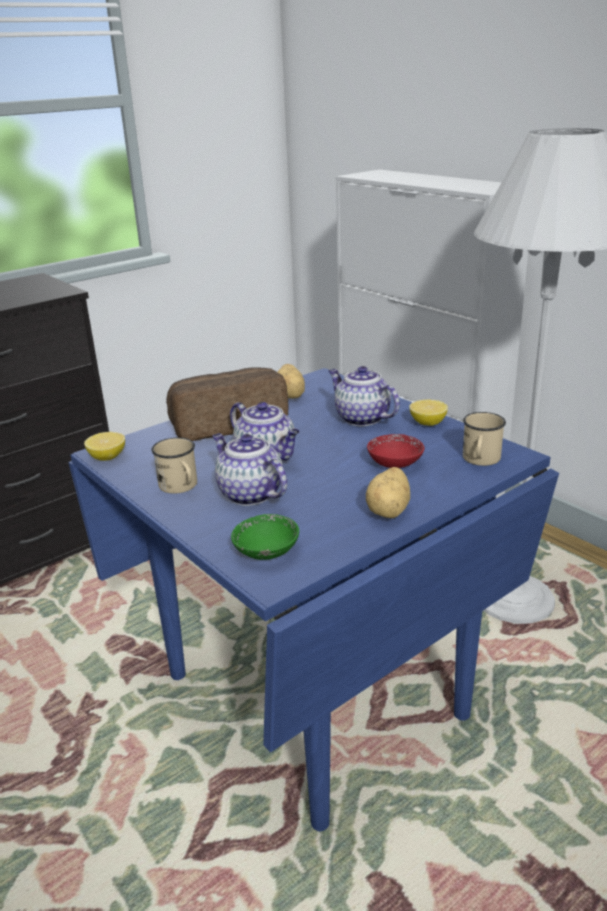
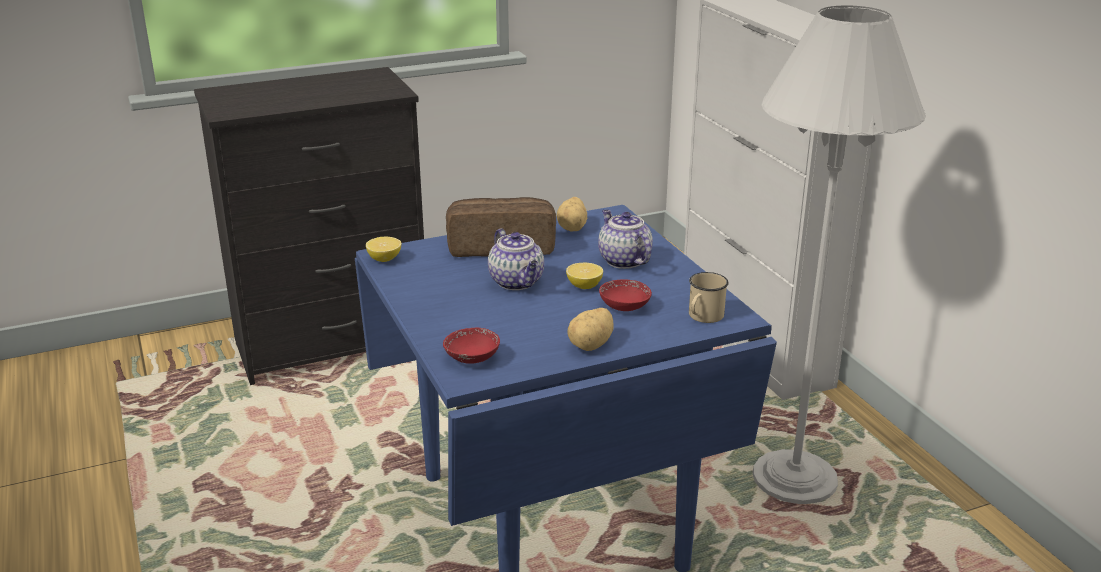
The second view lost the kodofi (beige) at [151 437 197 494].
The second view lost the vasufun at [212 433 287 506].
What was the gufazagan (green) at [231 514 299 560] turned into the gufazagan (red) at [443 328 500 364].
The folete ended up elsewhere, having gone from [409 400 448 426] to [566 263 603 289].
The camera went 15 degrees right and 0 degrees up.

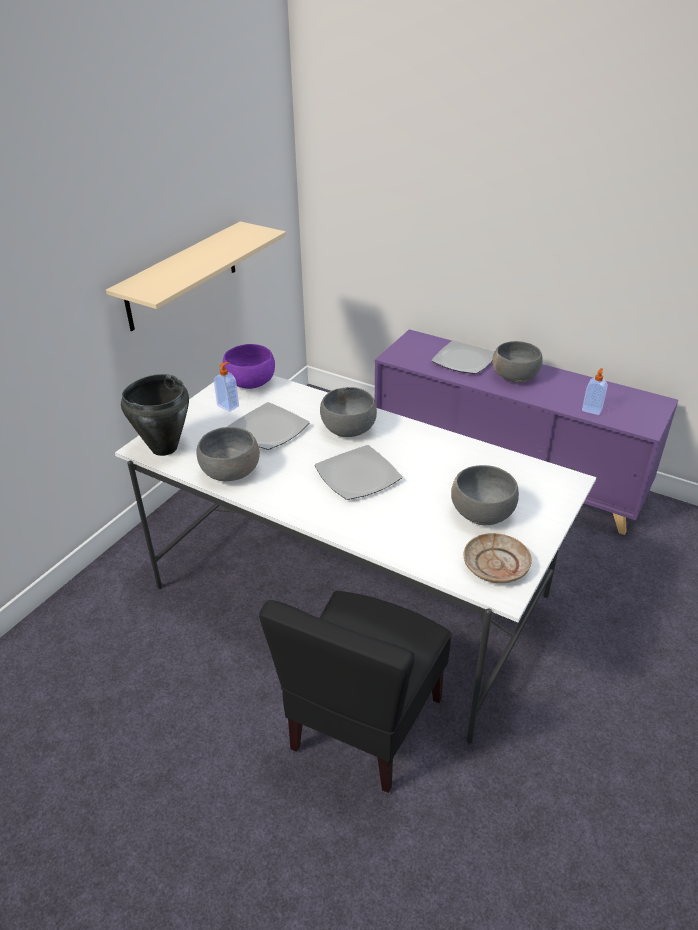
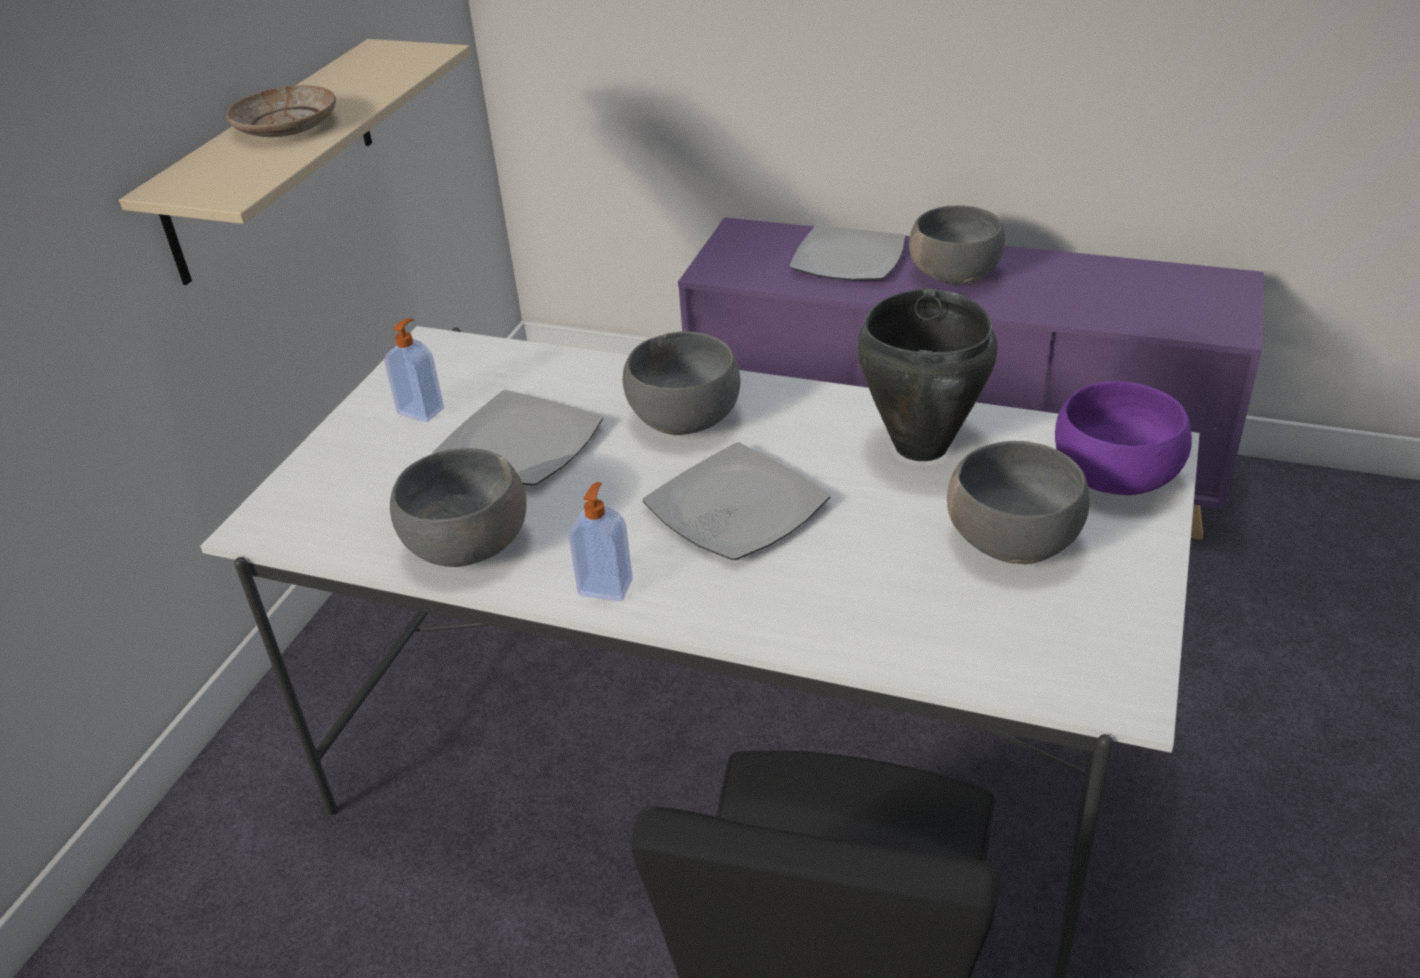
The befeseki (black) ended up elsewhere, having gone from [121 374 189 456] to [857 289 998 461].
The gufazagan (purple) ended up elsewhere, having gone from [223 344 275 389] to [1055 381 1192 495].
The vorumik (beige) ended up elsewhere, having gone from [464 533 532 583] to [227 85 336 137].
The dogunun ended up elsewhere, having gone from [582 368 608 415] to [569 482 633 601].
The camera went 10 degrees left and 0 degrees up.

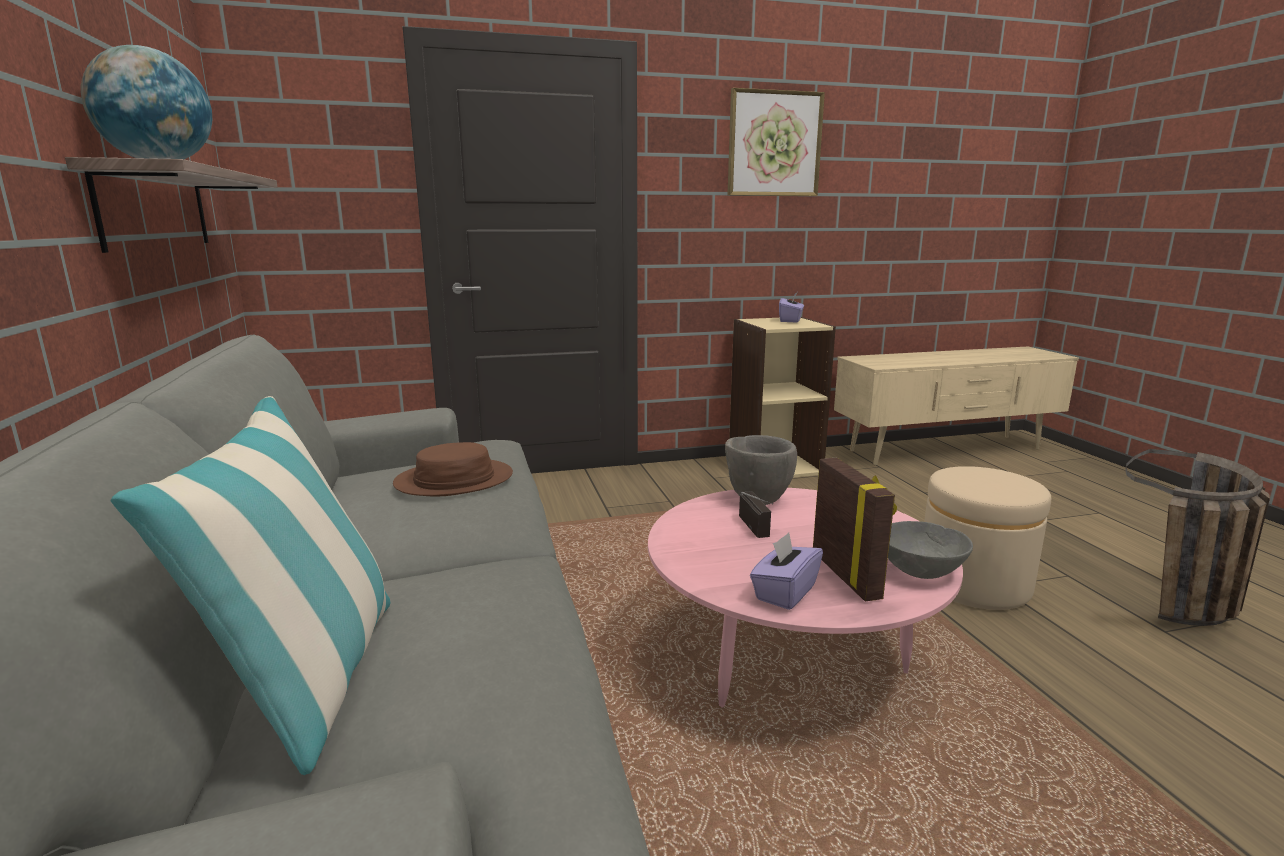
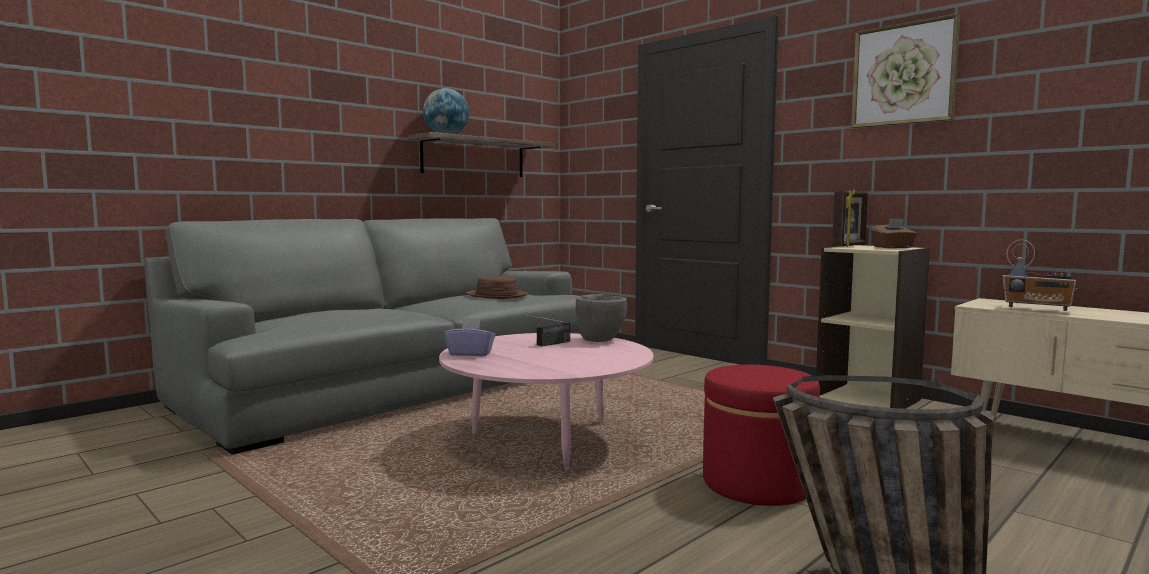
The second view lost the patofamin at [111 396 390 775].
What was the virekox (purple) at [779 293 804 322] turned into the virekox (brown) at [871 218 917 248].
The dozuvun ended up elsewhere, having gone from [813 458 897 601] to [832 189 868 247].
The second view lost the gufazagan (grey) at [888 521 973 579].
What was the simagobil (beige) at [924 466 1051 610] turned into the simagobil (red) at [703 365 820 506].
The second view gained the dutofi at [1002 239 1077 311].
The camera went 60 degrees right and 10 degrees down.

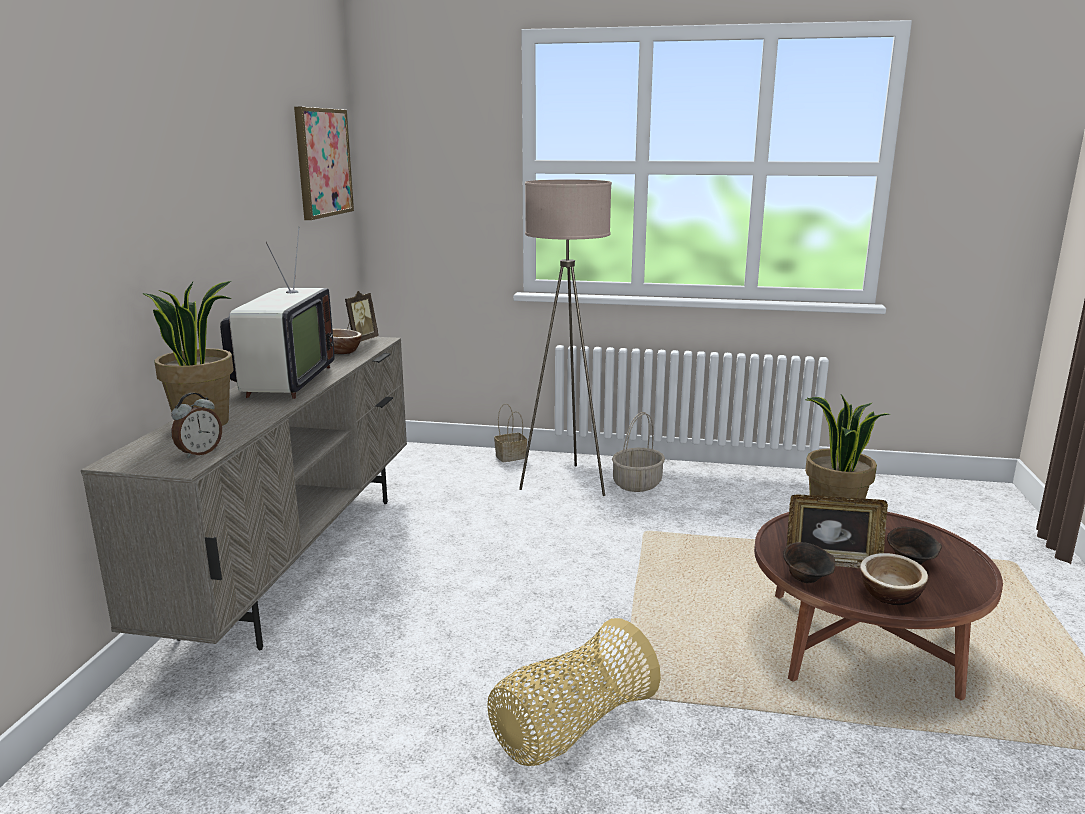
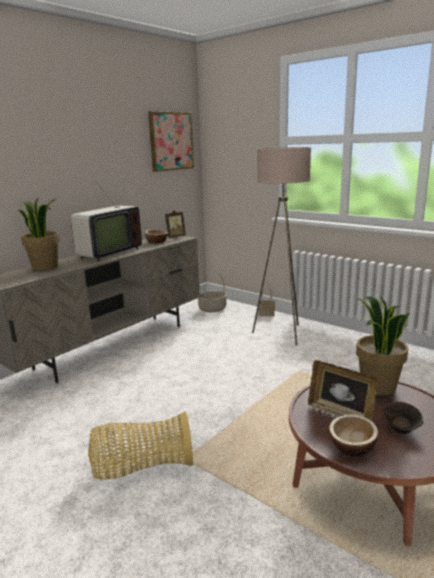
The second view lost the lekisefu at [171 393 222 458].
The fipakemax ended up elsewhere, having gone from [612 412 665 492] to [198 271 227 313].
The second view lost the gufazagan (brown) at [783 542 835 583].
The camera went 30 degrees right and 0 degrees up.

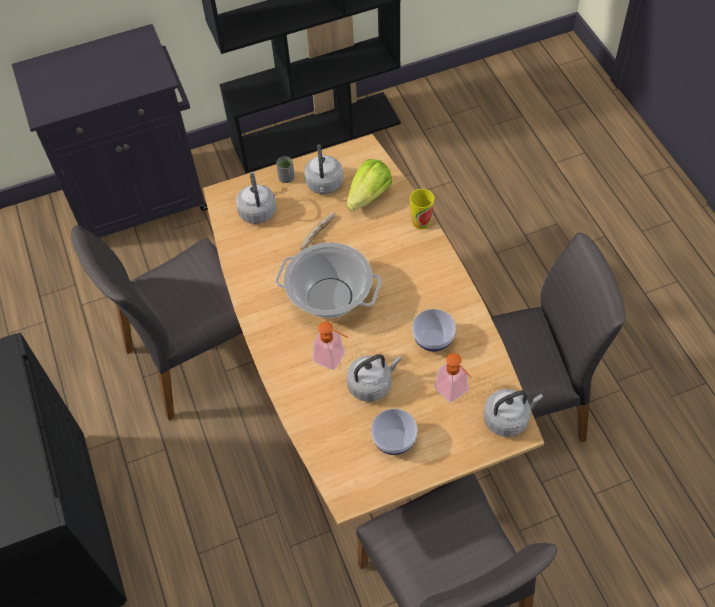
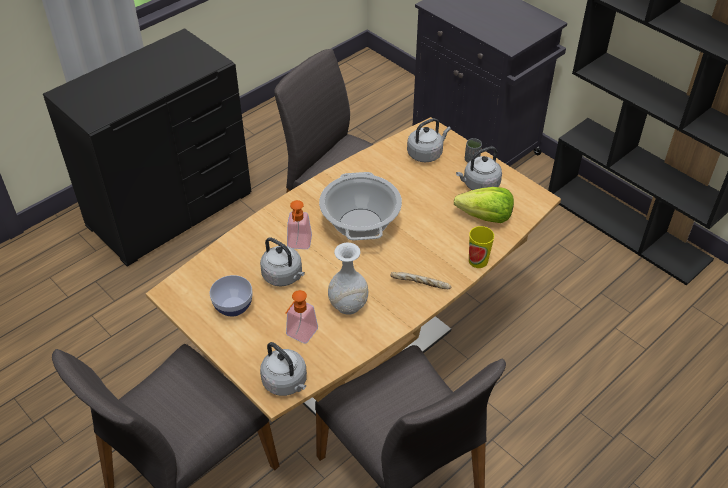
The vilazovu ended up elsewhere, having gone from [300 213 335 251] to [391 272 451 290].
Where the gufazagan stood at [412 309 456 352], the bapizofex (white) came to stand at [328 243 368 315].
The camera went 65 degrees right and 10 degrees down.

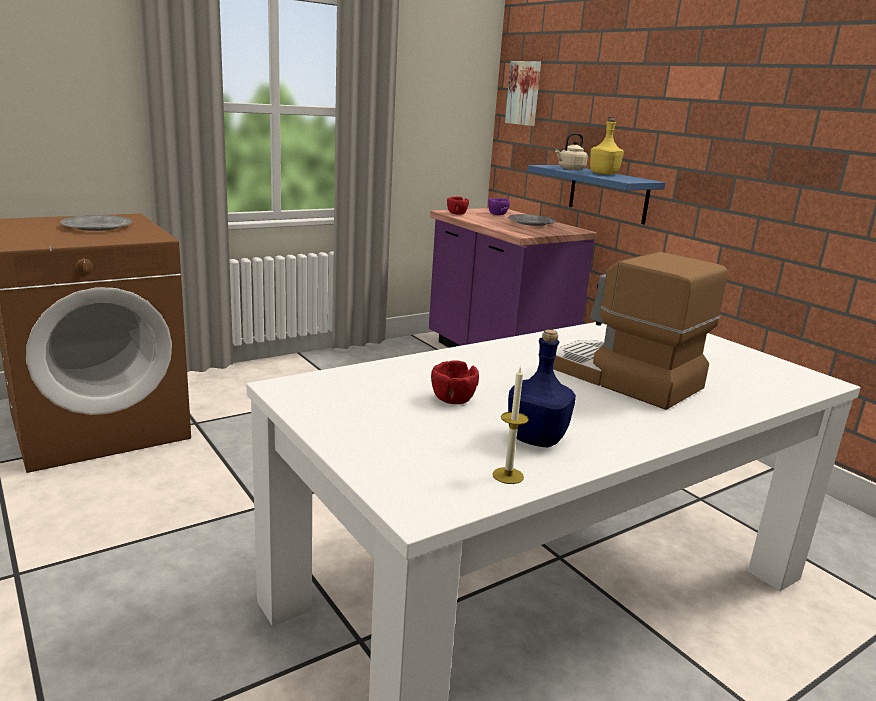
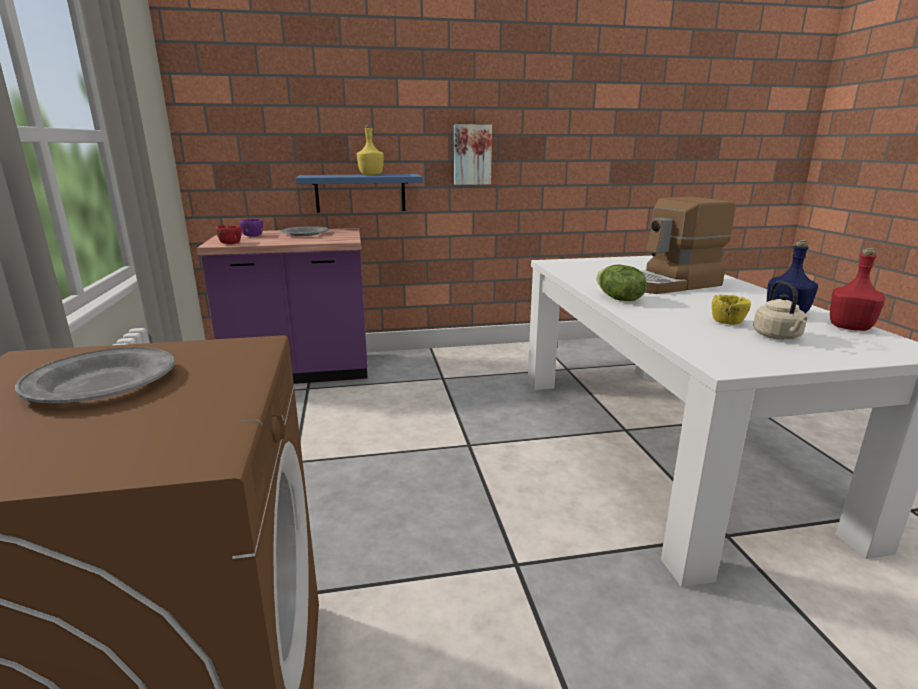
What was the gufazagan (red) at [431 360 479 404] turned into the gufazagan (yellow) at [712 295 751 325].
Where the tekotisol stood at [492 366 529 484], the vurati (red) came to stand at [830 248 885 331].
The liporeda ended up elsewhere, having gone from [505 61 541 126] to [454 125 492 185].
The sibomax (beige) ended up elsewhere, having gone from [555 133 588 170] to [753 281 807 340].
The second view gained the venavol at [597 264 647 301].
The camera went 65 degrees left and 0 degrees up.

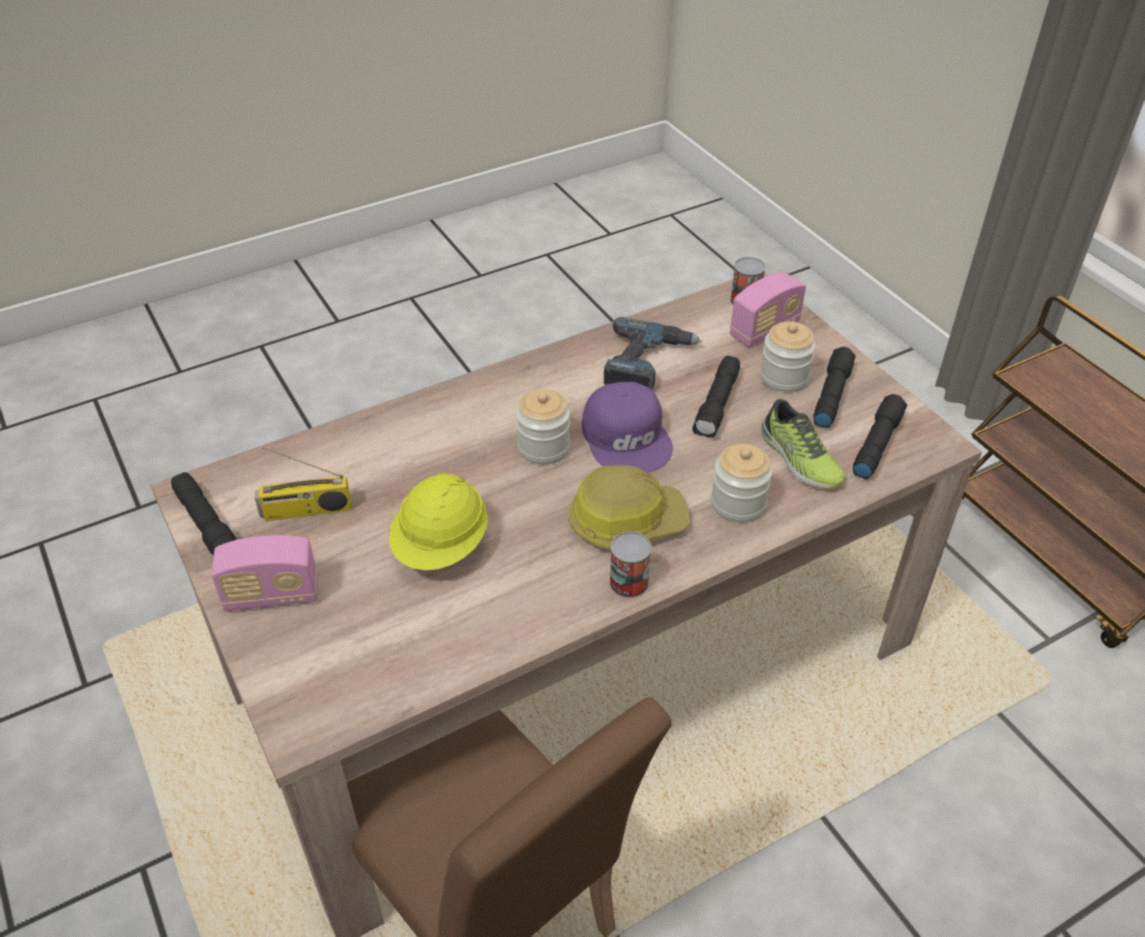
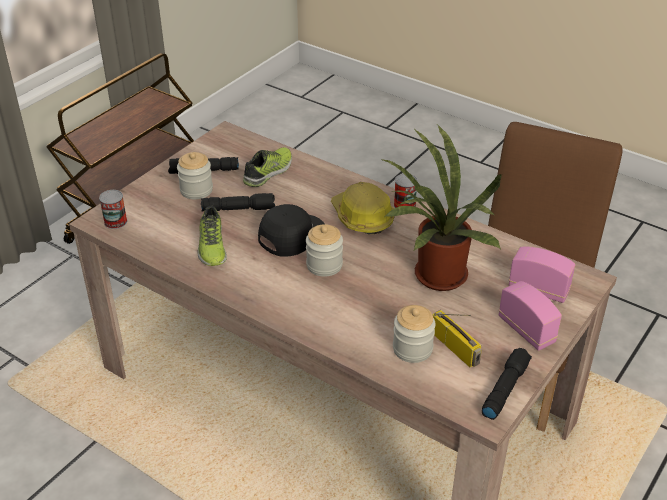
Where the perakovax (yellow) stood at [389 474 488 570], the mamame came to stand at [380 125 502 291].
What was the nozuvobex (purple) at [582 382 673 473] turned into the nozuvobex (black) at [258 204 325 257].
Where the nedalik stood at [604 317 702 390], the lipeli came to stand at [198 206 227 266].
The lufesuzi ended up elsewhere, having gone from [711 443 772 523] to [393 305 436 363].
The dutofi ended up elsewhere, having gone from [730 272 806 347] to [509 247 575 303].
The second view lost the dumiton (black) at [853 394 907 479].
The camera went 115 degrees left and 5 degrees down.

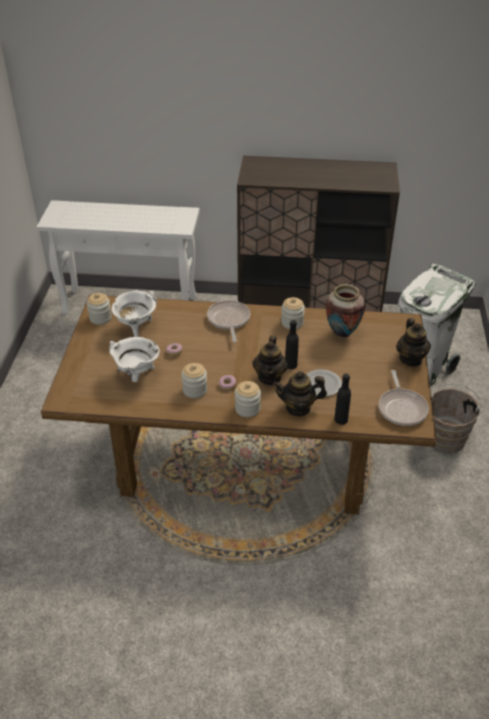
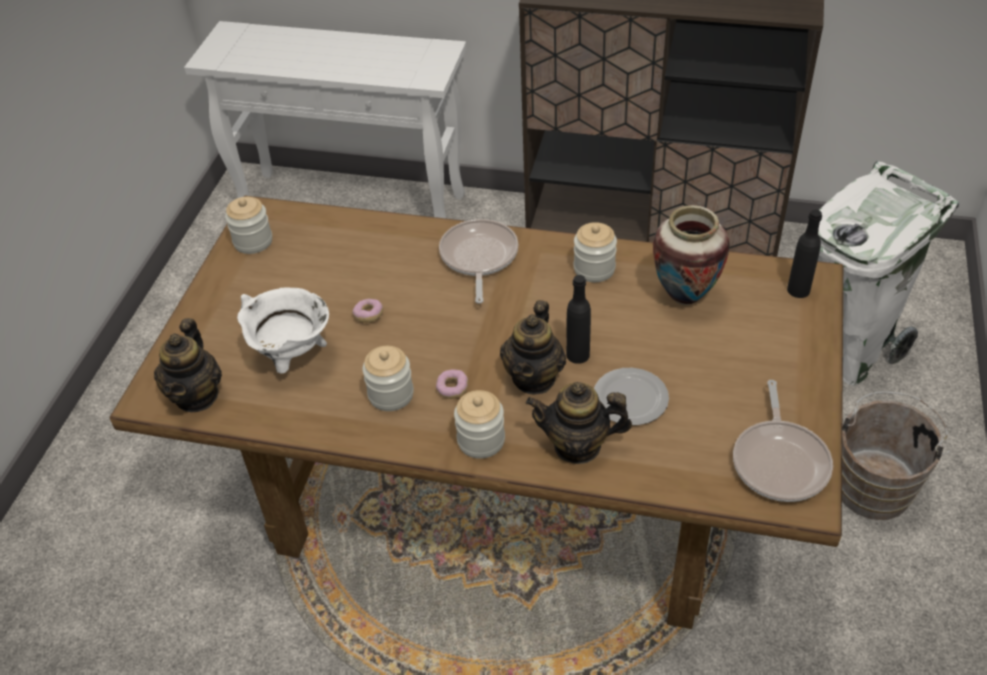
The second view lost the befeseki (white) at [111 290 157 337].
The vurati (black) ended up elsewhere, having gone from [334 374 351 425] to [787 210 822 298].
The vasufun ended up elsewhere, having gone from [396 318 431 367] to [154 318 222 412].
The camera went 10 degrees right and 5 degrees up.

